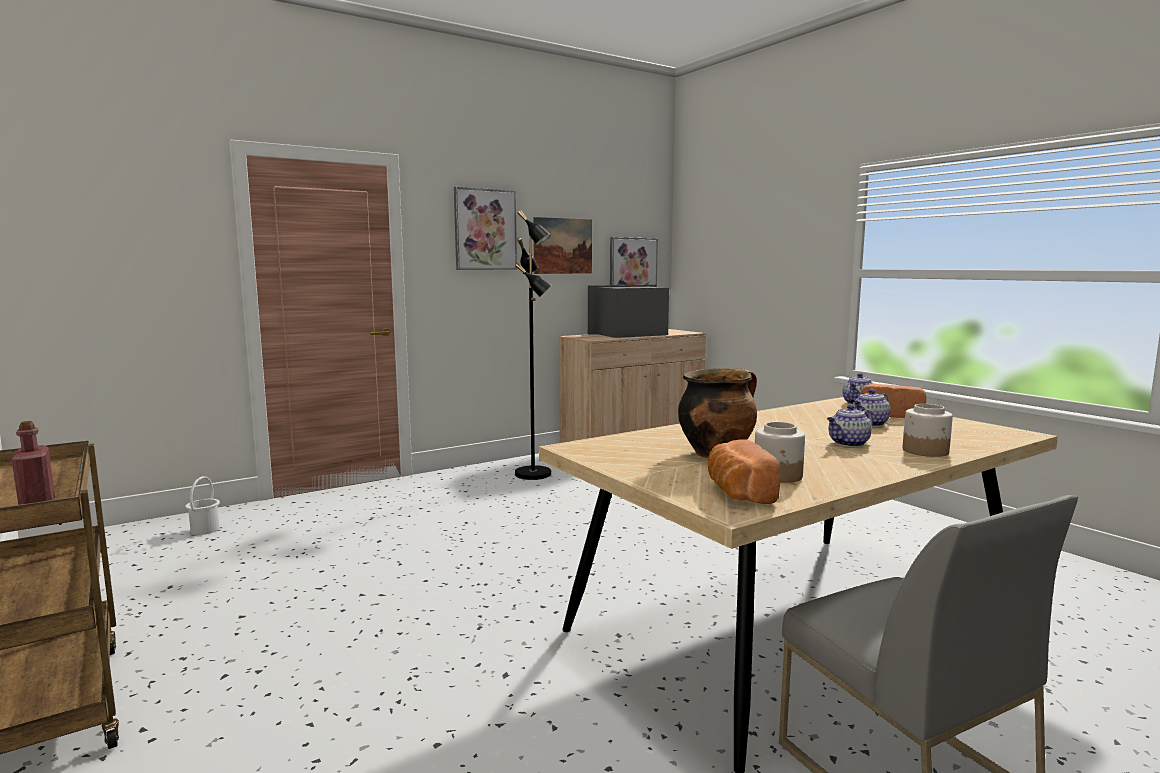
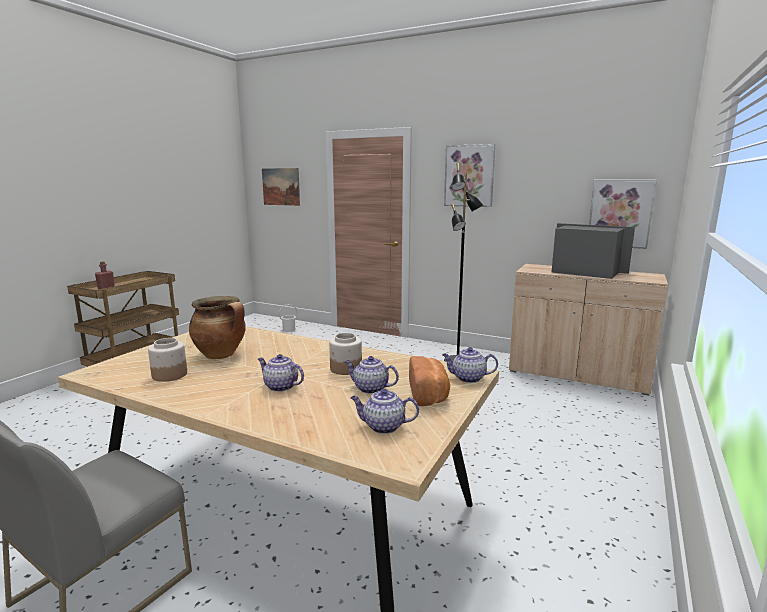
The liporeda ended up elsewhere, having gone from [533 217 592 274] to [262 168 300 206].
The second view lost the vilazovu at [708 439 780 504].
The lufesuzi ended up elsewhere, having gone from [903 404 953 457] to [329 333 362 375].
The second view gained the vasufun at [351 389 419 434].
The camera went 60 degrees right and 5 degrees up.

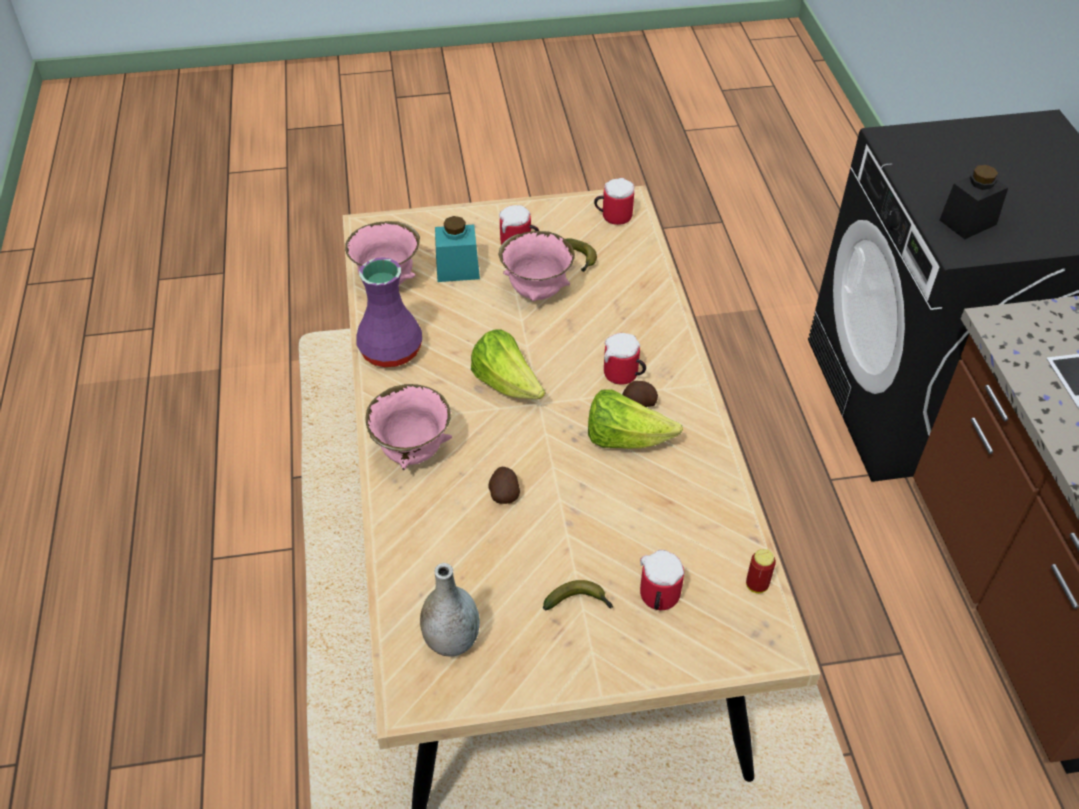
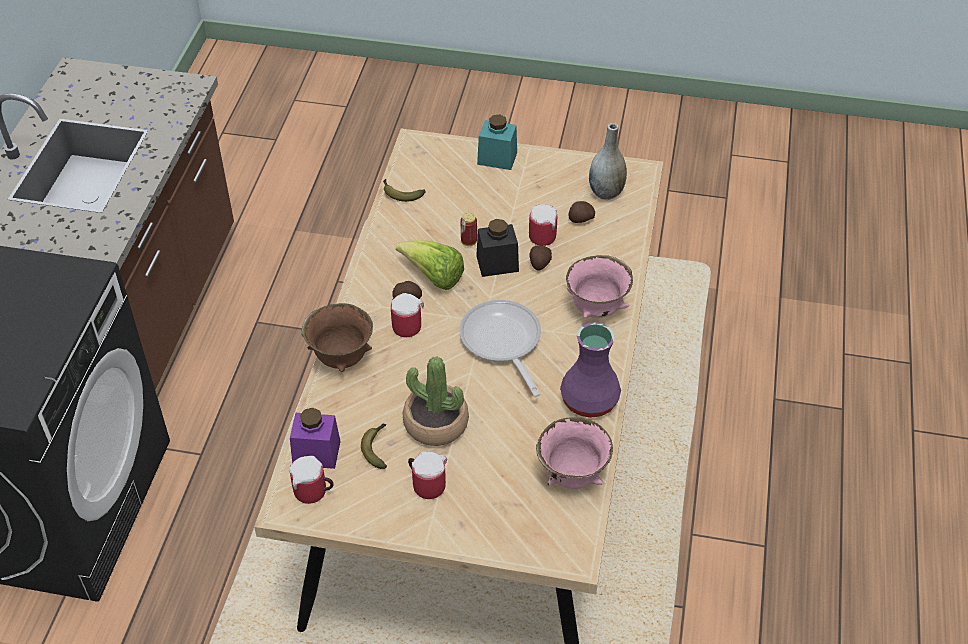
The lufesuzi (turquoise) ended up elsewhere, having gone from [435 216 480 282] to [477 115 517 170].
Where the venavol stood at [471 330 545 399], the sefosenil came to stand at [459 300 541 397].
Where the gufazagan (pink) stood at [499 231 575 301], the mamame came to stand at [403 356 469 446].
The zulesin ended up elsewhere, having gone from [543 580 613 611] to [383 179 426 202].
The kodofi ended up elsewhere, having gone from [640 550 684 610] to [529 204 557 246].
The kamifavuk ended up elsewhere, having gone from [746 549 776 593] to [461 213 477 246].
The lufesuzi (black) ended up elsewhere, having gone from [940 165 1008 239] to [476 219 519 277].
The second view gained the lufesuzi (purple) at [290 408 341 469].
The second view gained the gufazagan (brown) at [302 303 373 372].
The second view gained the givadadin at [569 201 595 223].
The camera went 160 degrees left and 0 degrees up.

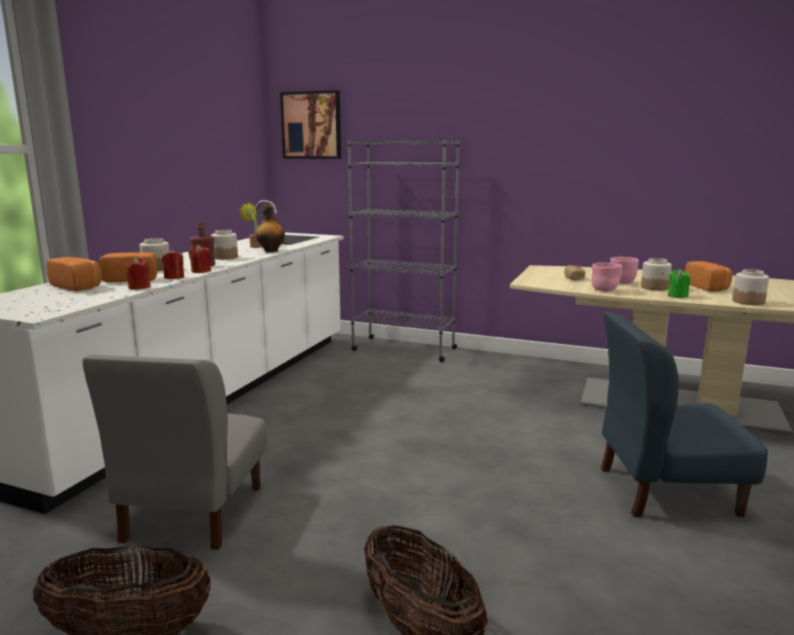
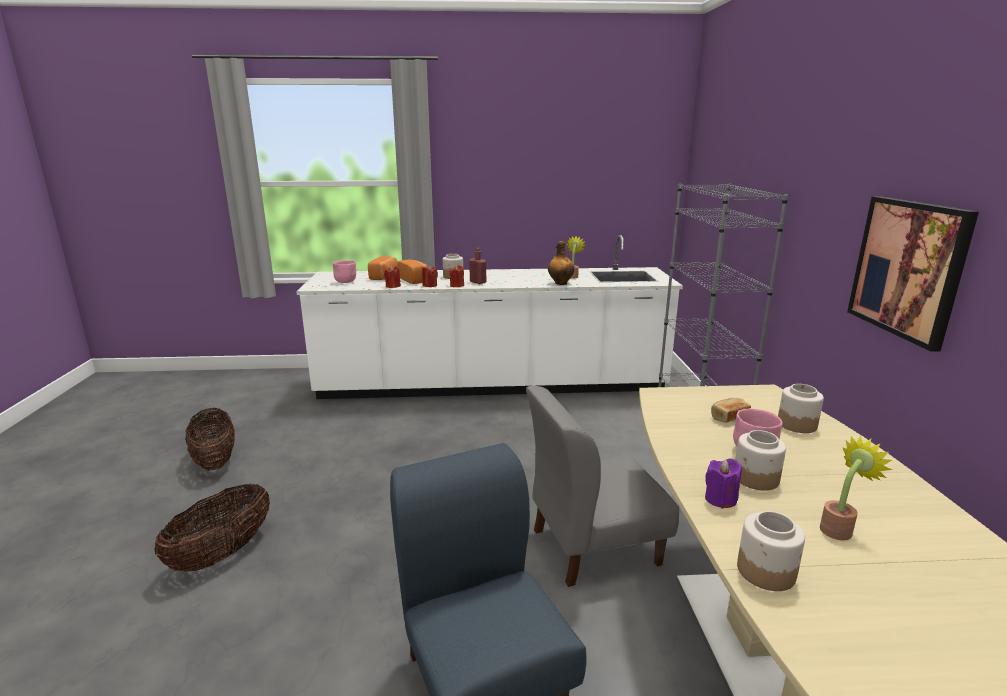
The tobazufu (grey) ended up elsewhere, having gone from [83 355 267 550] to [526 386 679 587].
The lufesuzi ended up elsewhere, having gone from [211 230 238 260] to [778 384 824 433].
The liporeda ended up elsewhere, having gone from [280 90 341 159] to [847 196 979 352].
The gufazagan (pink) ended up elsewhere, having gone from [591 262 622 292] to [333 260 356 283].
What was the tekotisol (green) at [668 269 690 298] turned into the tekotisol (purple) at [705 459 742 509].
Where the vilazovu stood at [685 261 733 291], the mamame came to stand at [820 435 892 540].
The camera went 65 degrees right and 5 degrees up.

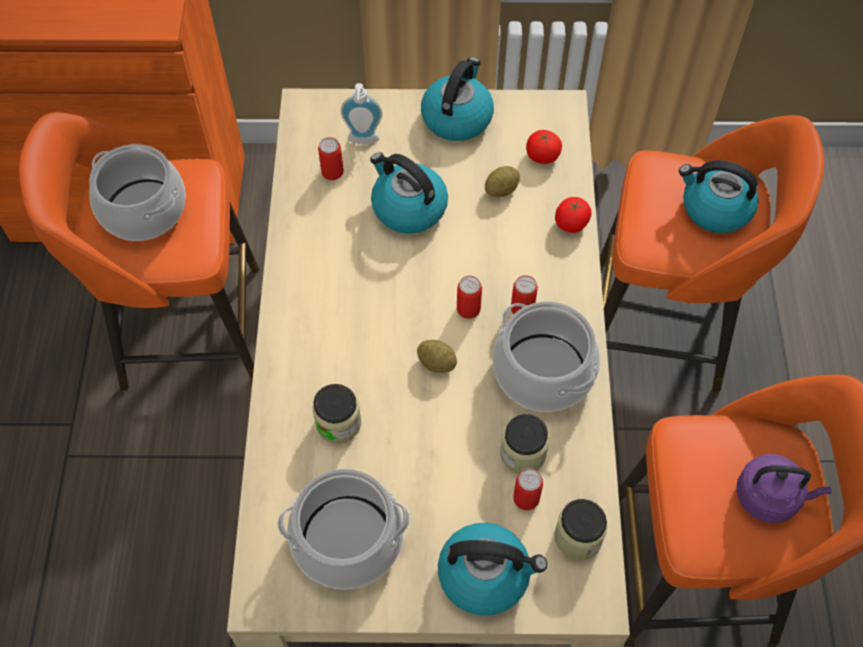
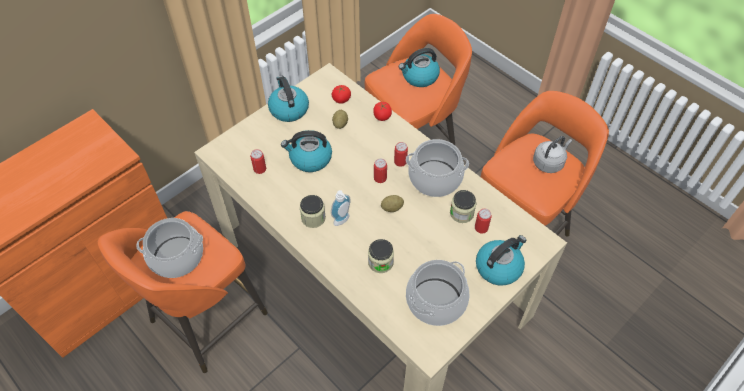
The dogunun ended up elsewhere, having gone from [340 83 382 145] to [331 190 351 226].
The lufesuzi ended up elsewhere, having gone from [554 499 608 560] to [300 195 326 228].
What was the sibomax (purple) at [736 454 832 523] turned into the sibomax (grey) at [533 136 572 173].
The camera went 45 degrees left and 5 degrees down.

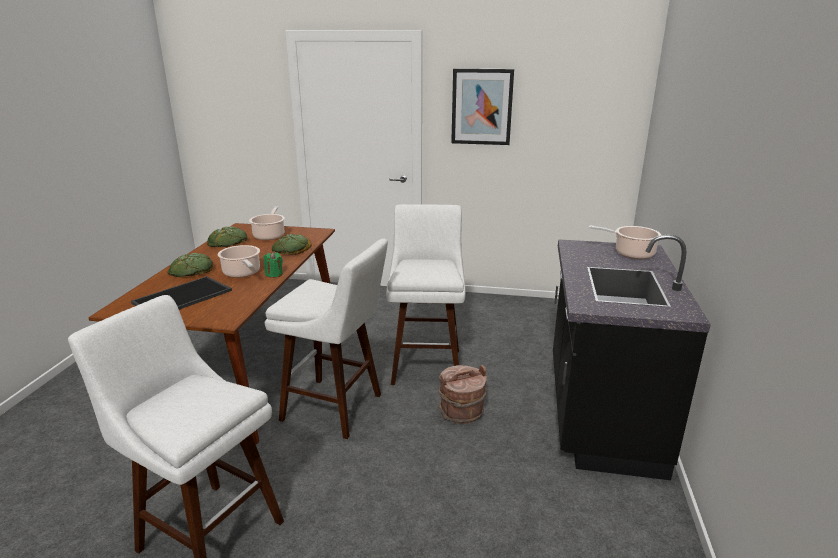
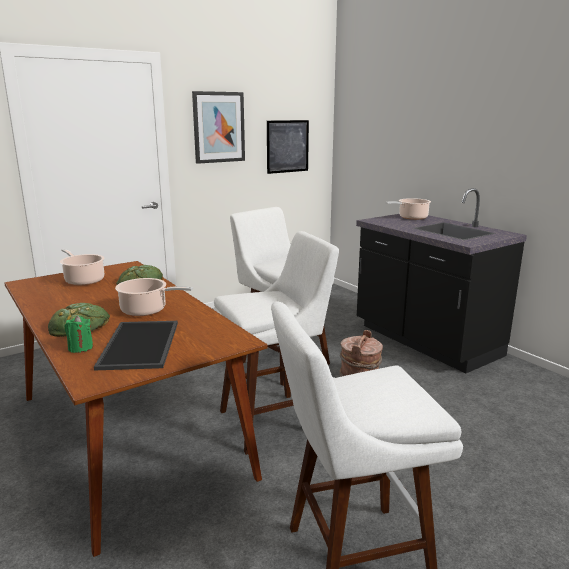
The second view lost the vilazovu at [207 226 247 247].
The tekotisol (green) ended up elsewhere, having gone from [264 252 283 278] to [64 316 93 353].
The second view gained the liporeda at [267 120 309 174].
The camera went 45 degrees left and 5 degrees down.

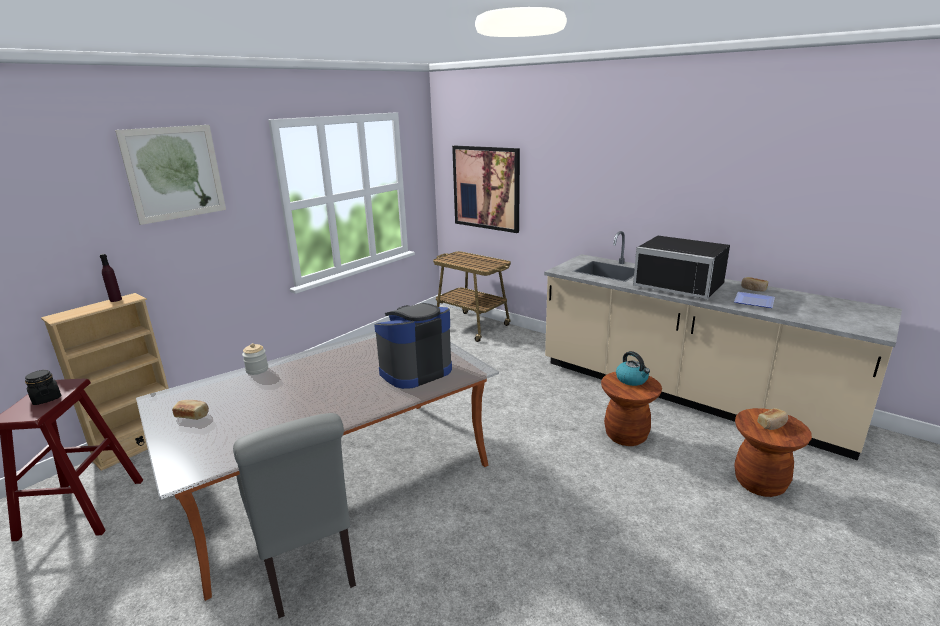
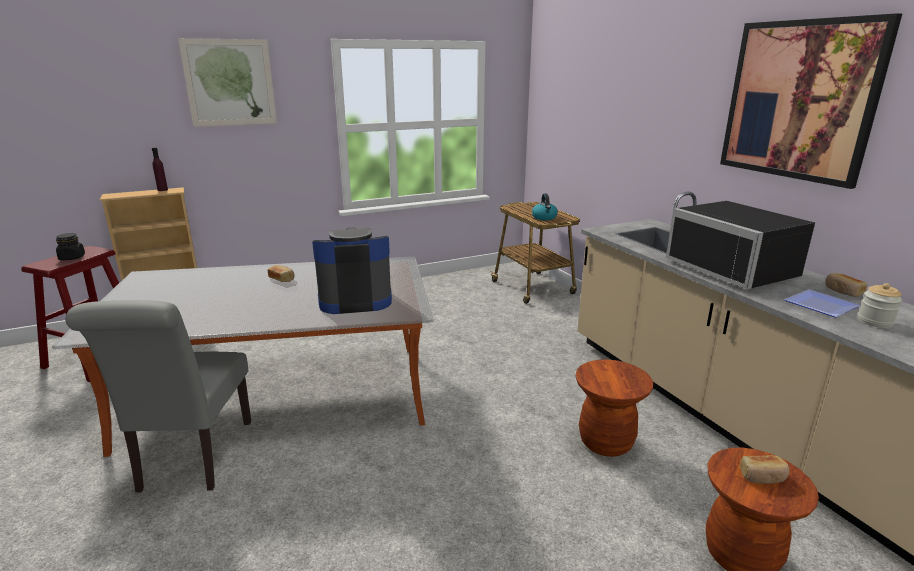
The vilazovu ended up elsewhere, having gone from [172 400 209 420] to [267 265 294 282].
The lufesuzi ended up elsewhere, having gone from [242 343 268 375] to [858 283 903 328].
The liporeda ended up elsewhere, having gone from [452 146 520 233] to [720 13 902 189].
The sibomax ended up elsewhere, having gone from [616 351 650 386] to [532 193 558 220].
The camera went 25 degrees right and 0 degrees up.

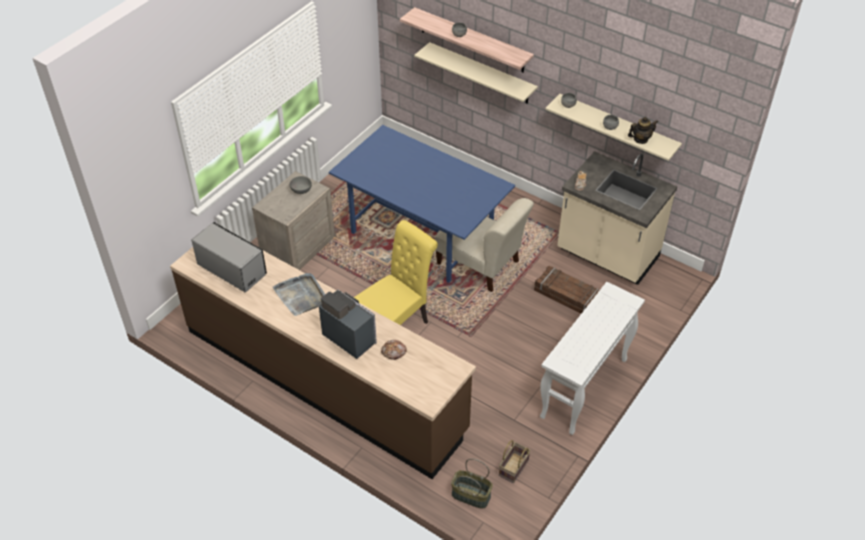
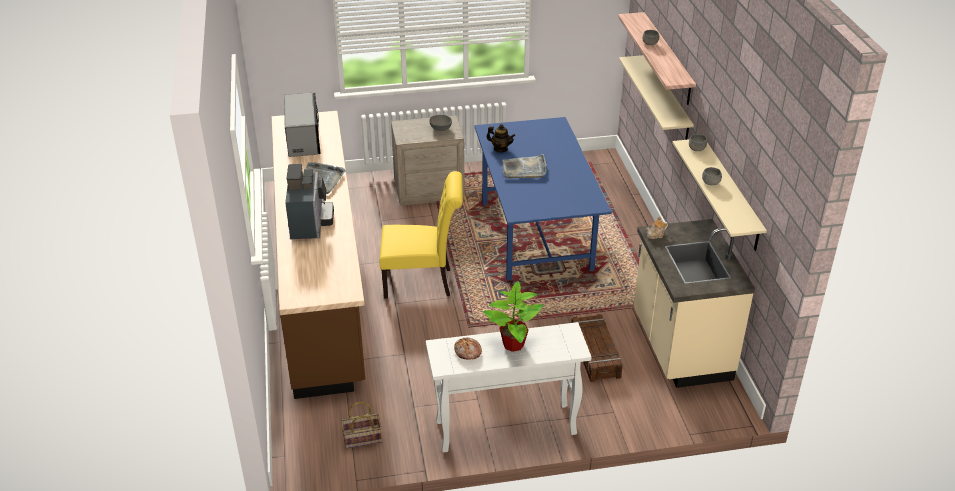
The vilazovu ended up elsewhere, having gone from [381 340 407 360] to [454 337 482 360].
The second view lost the tobazufu (beige) at [435 198 534 292].
The second view lost the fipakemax at [451 459 493 509].
The vasufun ended up elsewhere, having gone from [628 117 658 144] to [486 124 515 152].
The second view gained the mamame at [483 281 543 352].
The second view gained the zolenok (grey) at [502 154 546 178].
The camera went 45 degrees right and 10 degrees down.

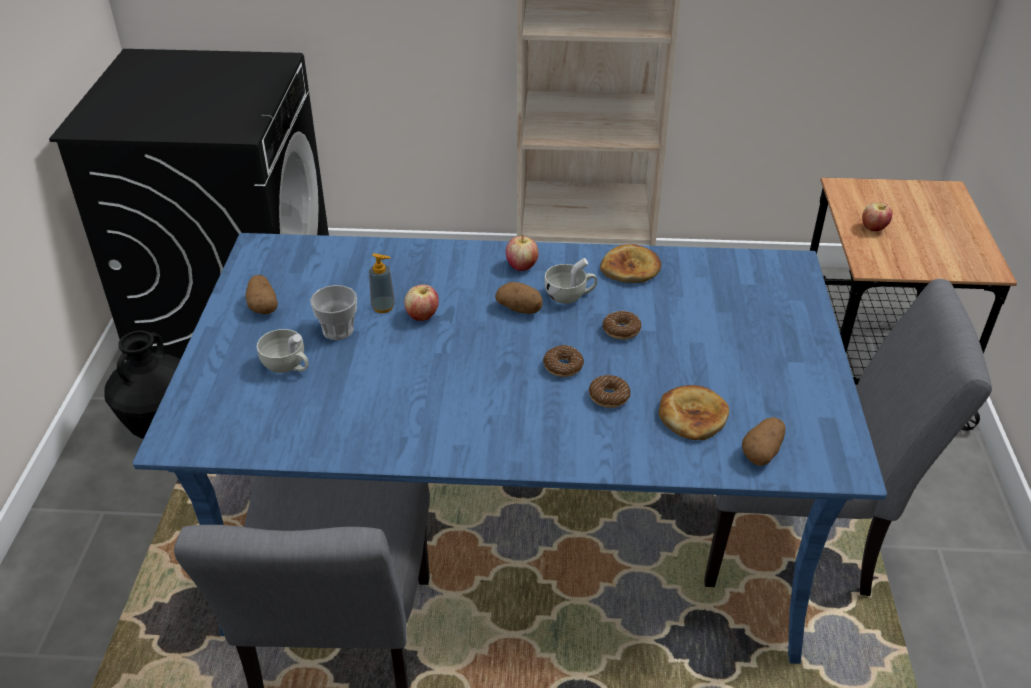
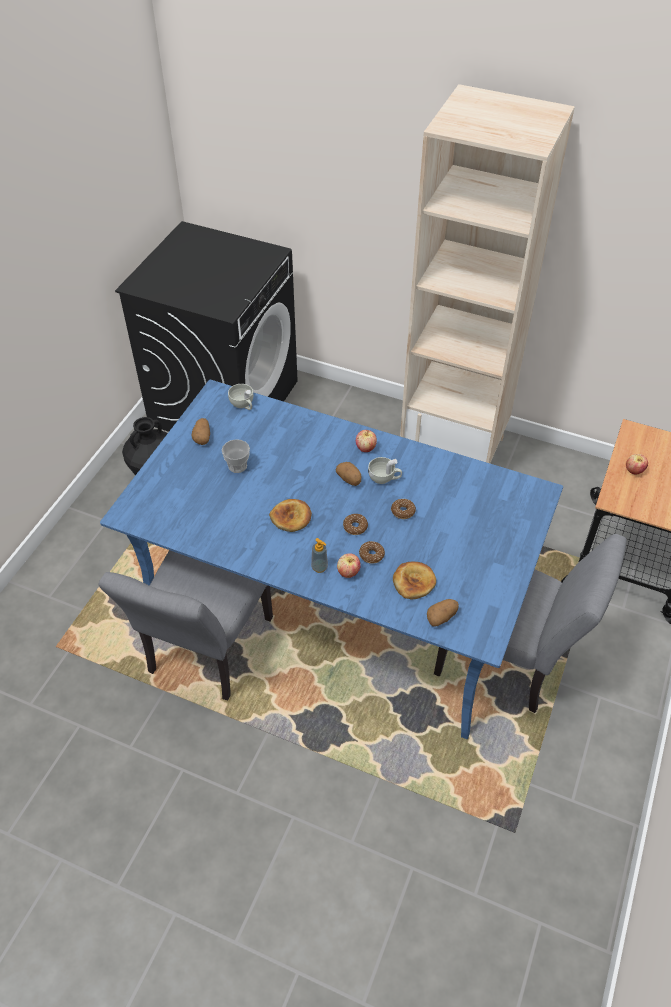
The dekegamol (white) ended up elsewhere, having gone from [257 329 309 373] to [228 384 253 410].
The dogunun ended up elsewhere, having gone from [369 253 395 313] to [311 538 328 573].
The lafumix ended up elsewhere, having gone from [404 284 439 321] to [337 553 361 578].
The vilazovu ended up elsewhere, having gone from [600 244 661 283] to [269 499 312 532].
The camera went 20 degrees right and 10 degrees up.

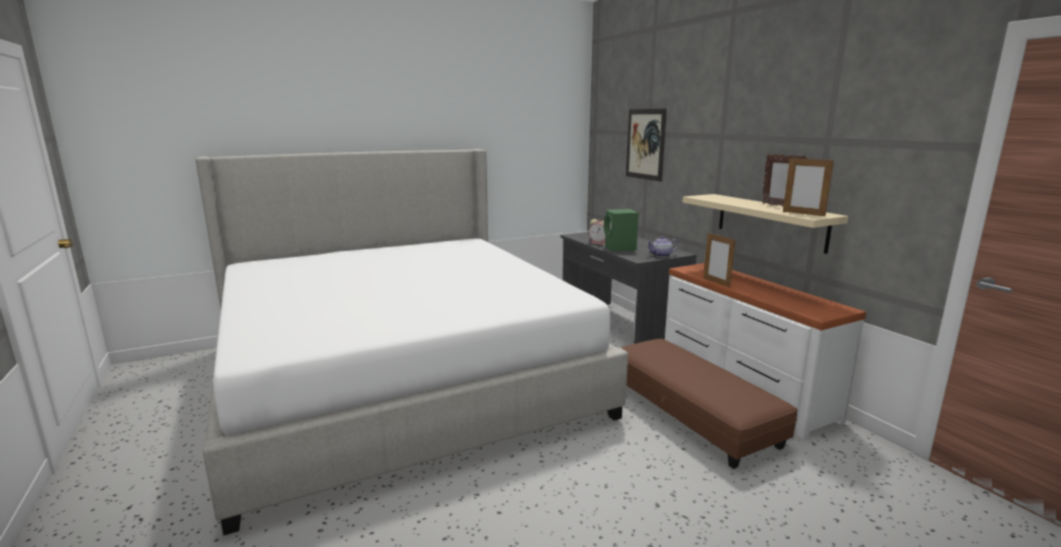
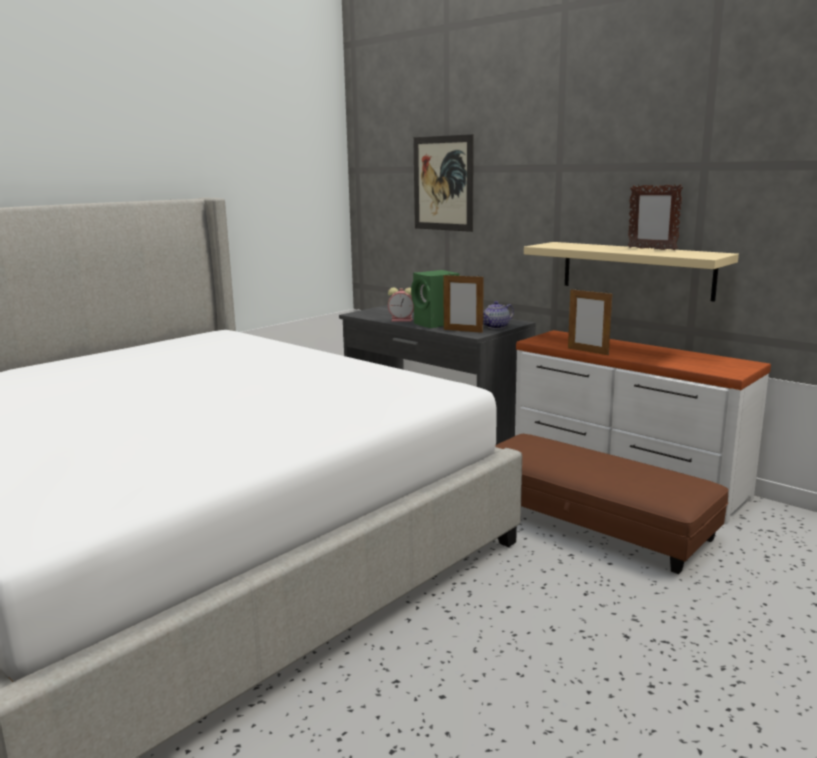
The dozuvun ended up elsewhere, having gone from [783 156 834 216] to [443 273 484 333].
The camera went 20 degrees left and 0 degrees up.

